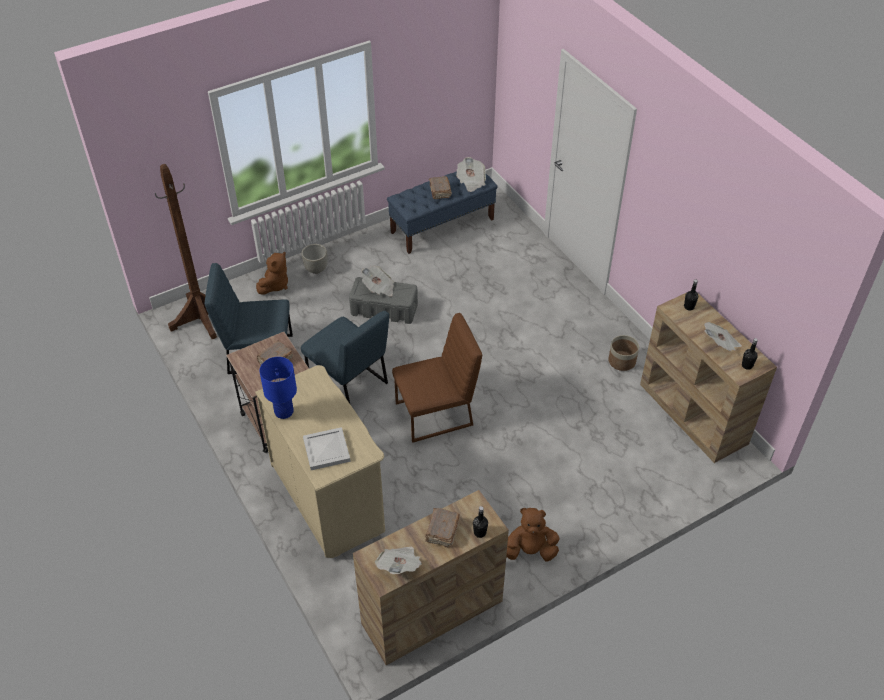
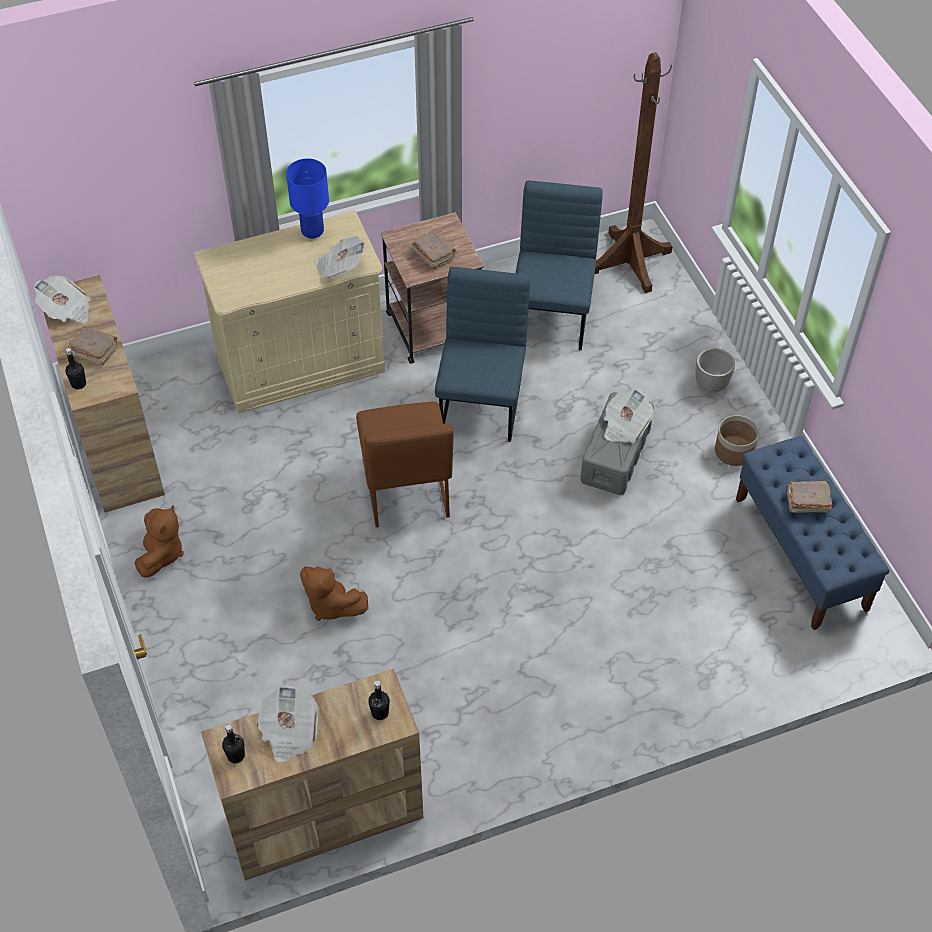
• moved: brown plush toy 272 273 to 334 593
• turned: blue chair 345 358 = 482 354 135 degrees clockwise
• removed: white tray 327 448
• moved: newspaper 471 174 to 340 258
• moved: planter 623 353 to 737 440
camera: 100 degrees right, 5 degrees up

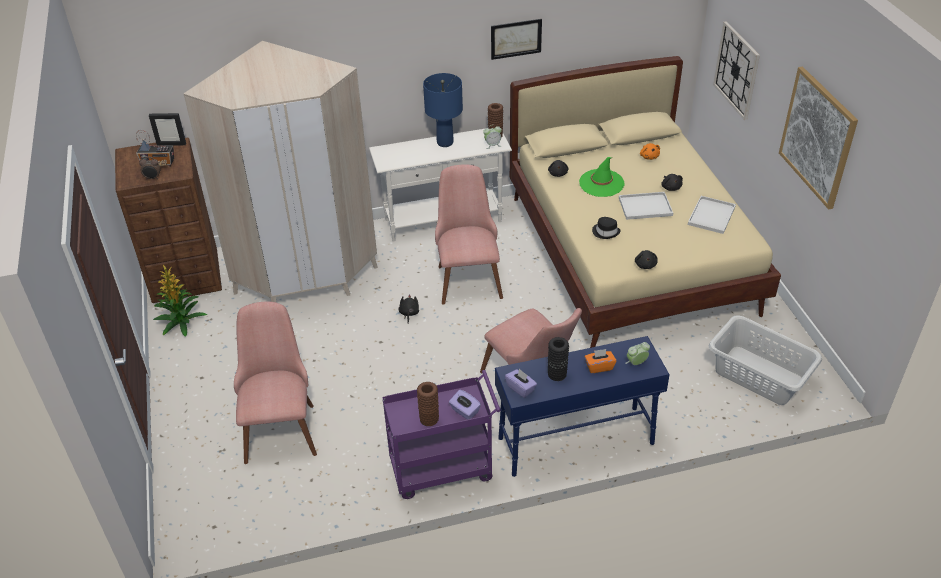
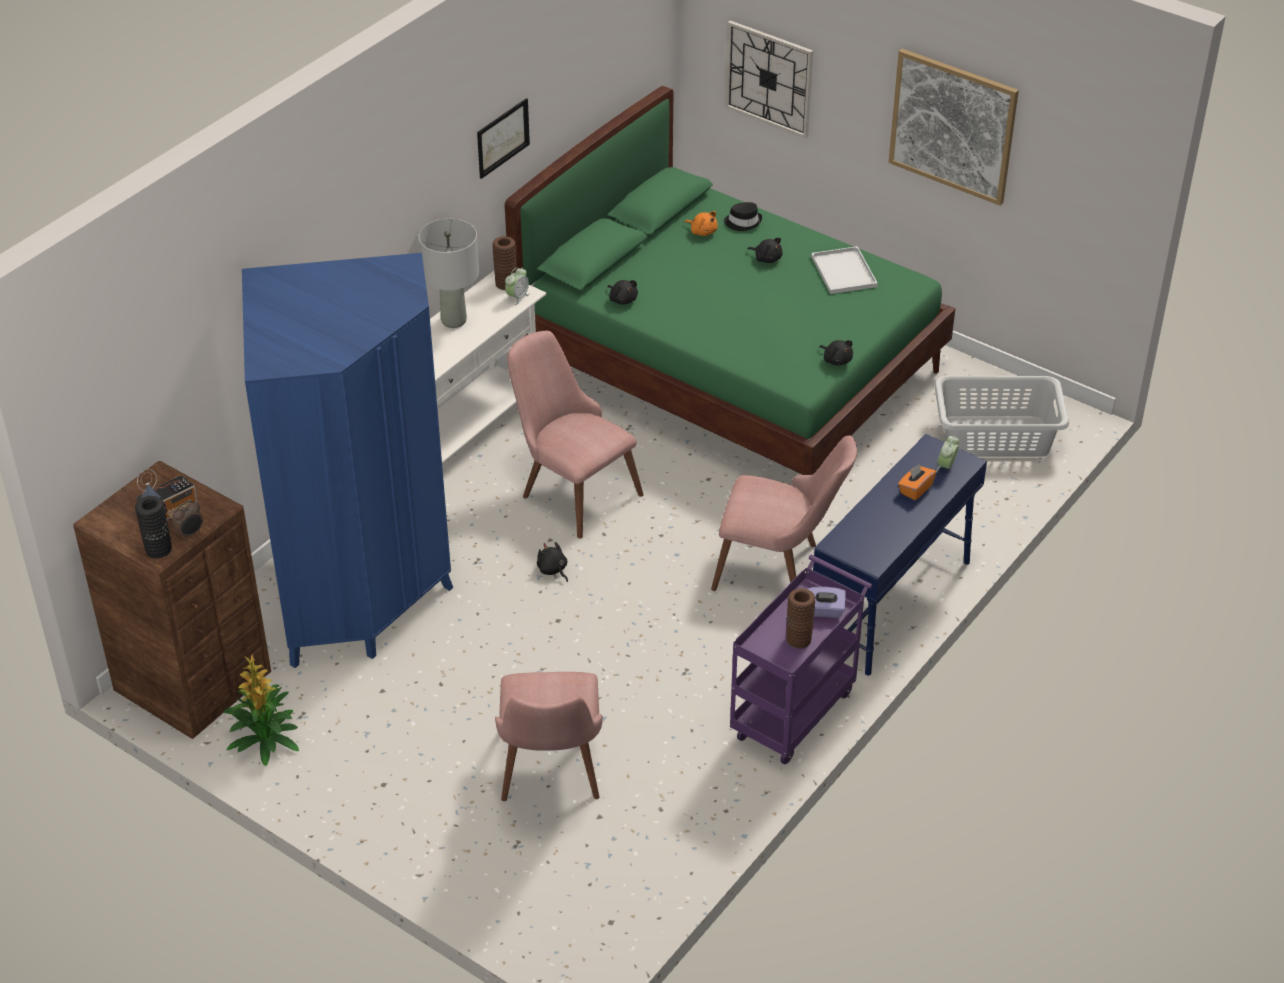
• removed: picture frame 167 129
• recoloured: beige wardrobe 281 171 to blue wardrobe 347 460
• turned: pink chair 275 383 = 549 736 135 degrees counterclockwise
• recoloured: blue table lamp 443 110 to grey table lamp 448 273
• removed: purple tissue box 521 383
• recoloured: beige bed 645 202 to green bed 730 280
• moved: black vase 558 359 to 153 527
• removed: green hat 601 177
• moved: black hat 606 228 to 743 216
• removed: white tray 646 206
camera: 40 degrees left, 0 degrees up

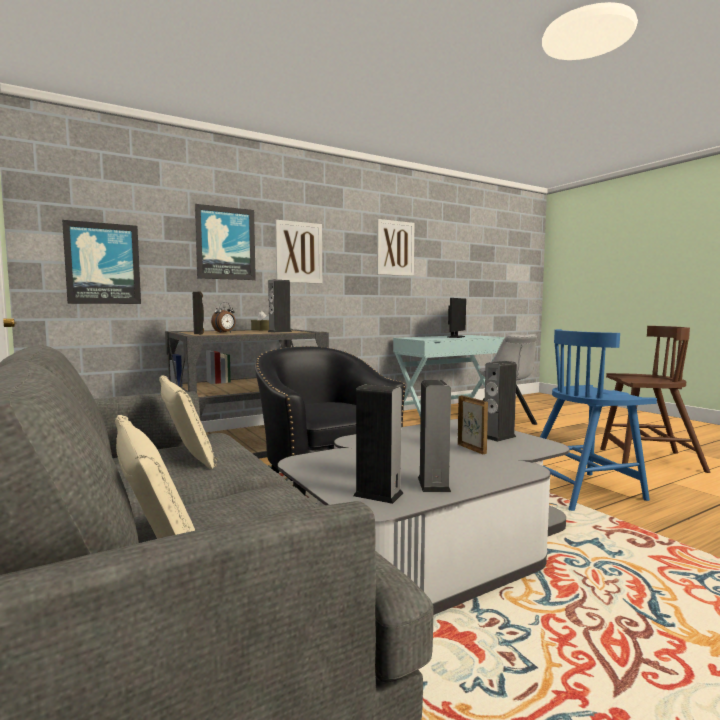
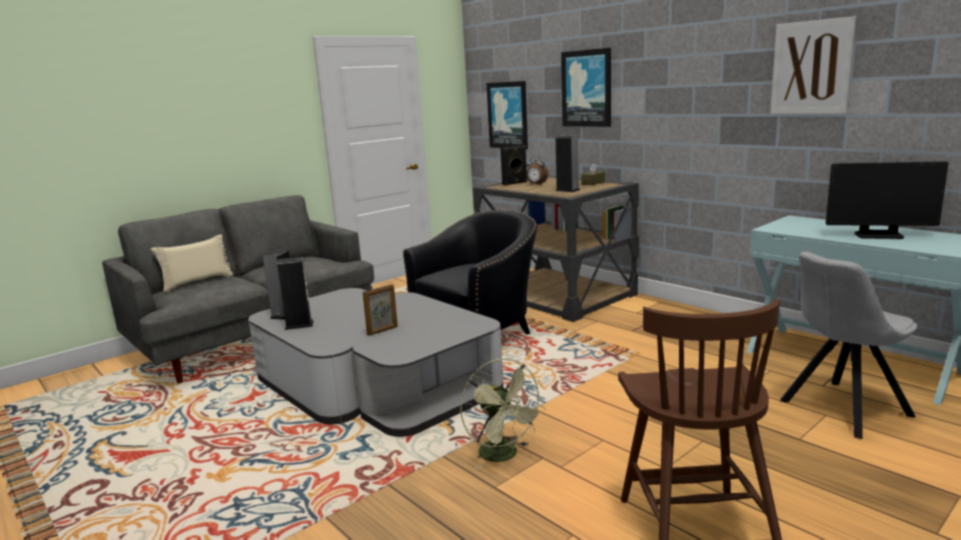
• removed: beige pillow 188 422
• removed: picture 298 251
• removed: speaker 501 401
• replaced: blue chair 598 420 to green fan 503 413
camera: 80 degrees right, 10 degrees up

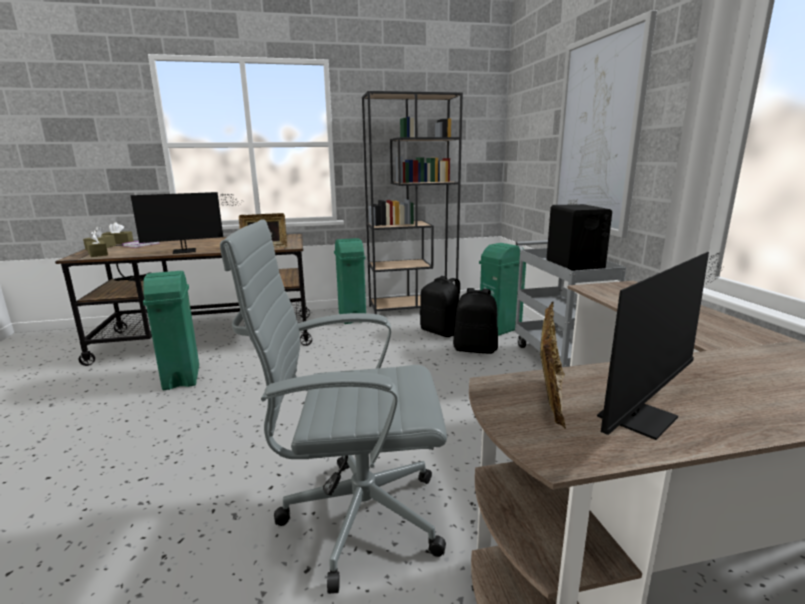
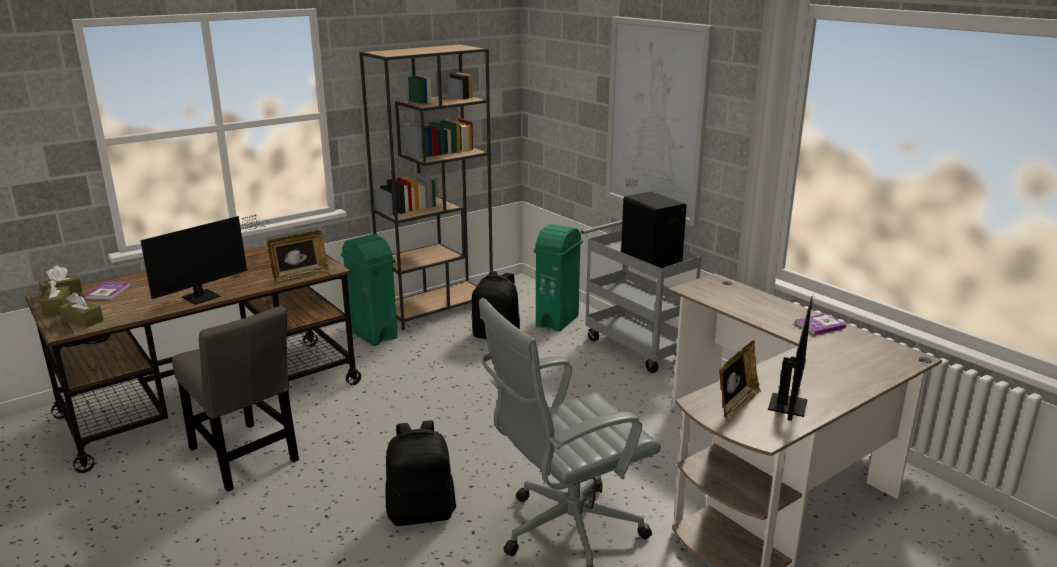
• replaced: green trash can 171 330 to grey chair 235 399
• moved: black backpack 475 321 to 420 473
• turned: picture frame 553 365 = 740 380 45 degrees clockwise
• added: book 820 324
camera: 25 degrees left, 5 degrees up

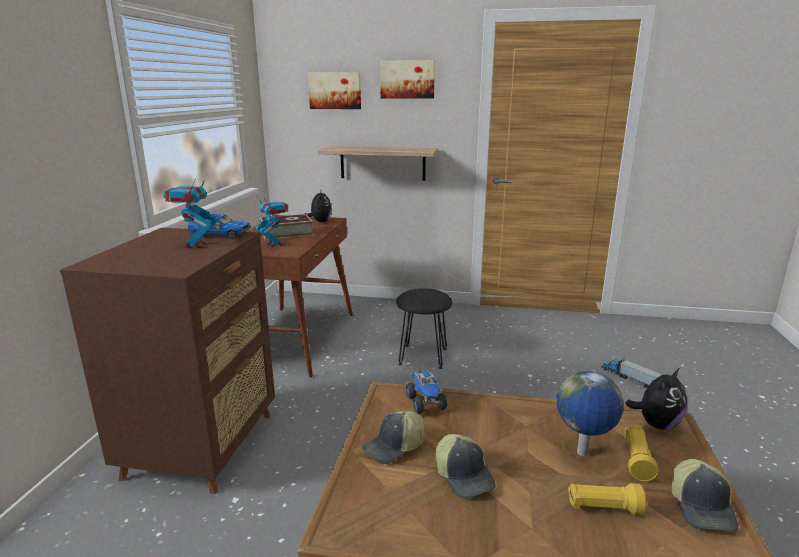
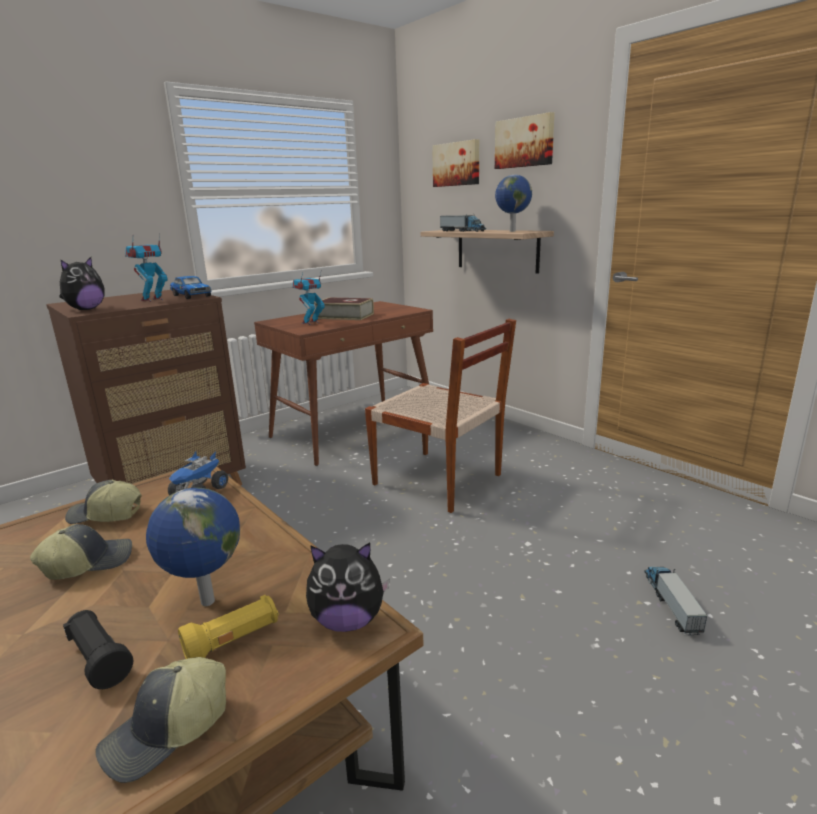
• turned: toy robot 272 221 = 308 297 135 degrees counterclockwise
• moved: plush toy 318 206 to 82 283
• replaced: black stool 424 328 to chair 440 416
• turned: cap 465 466 = 81 552 135 degrees counterclockwise
• recoloured: yellow flashlight 607 499 to black flashlight 98 649
• added: toy truck 463 223
• added: globe 513 203
camera: 40 degrees right, 0 degrees up

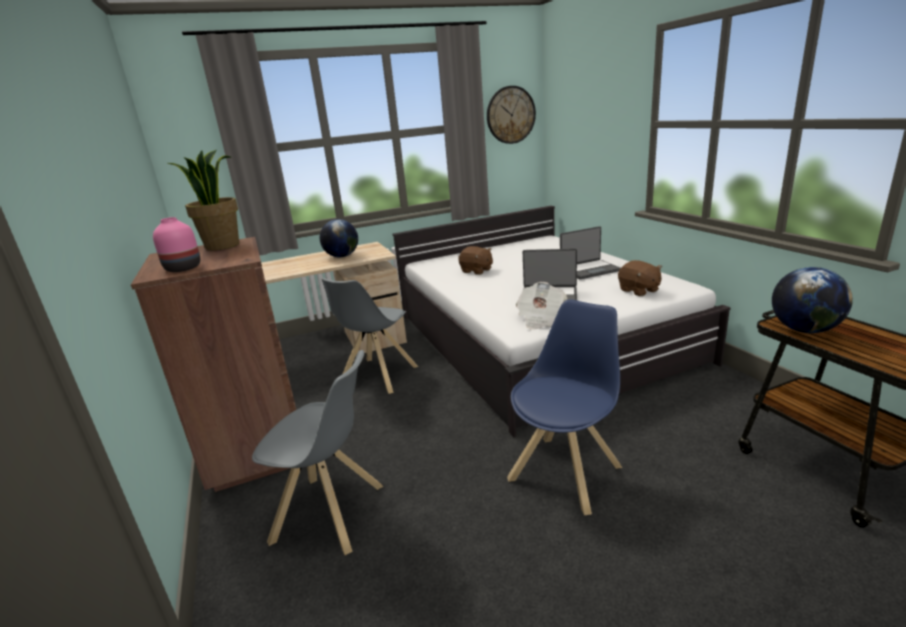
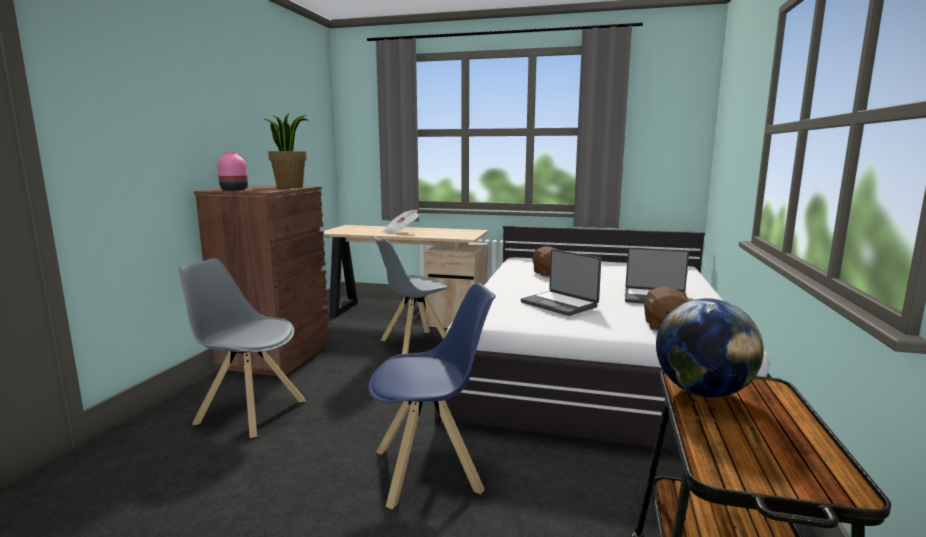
• turned: grey chair 318 452 = 242 348 150 degrees clockwise
• removed: globe 339 238
• removed: wall clock 511 115
• moved: newspaper 541 305 to 400 221
camera: 35 degrees right, 10 degrees down

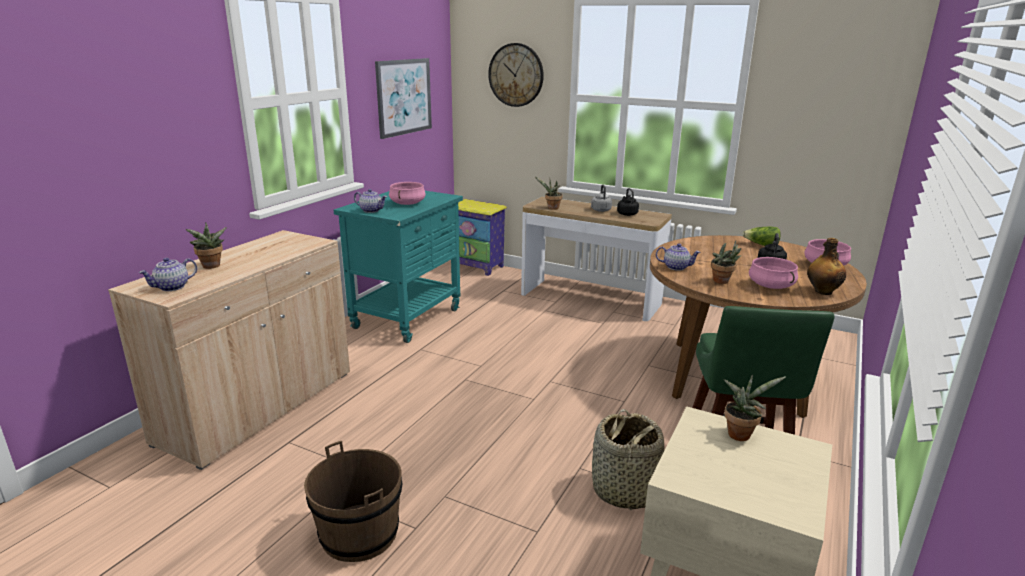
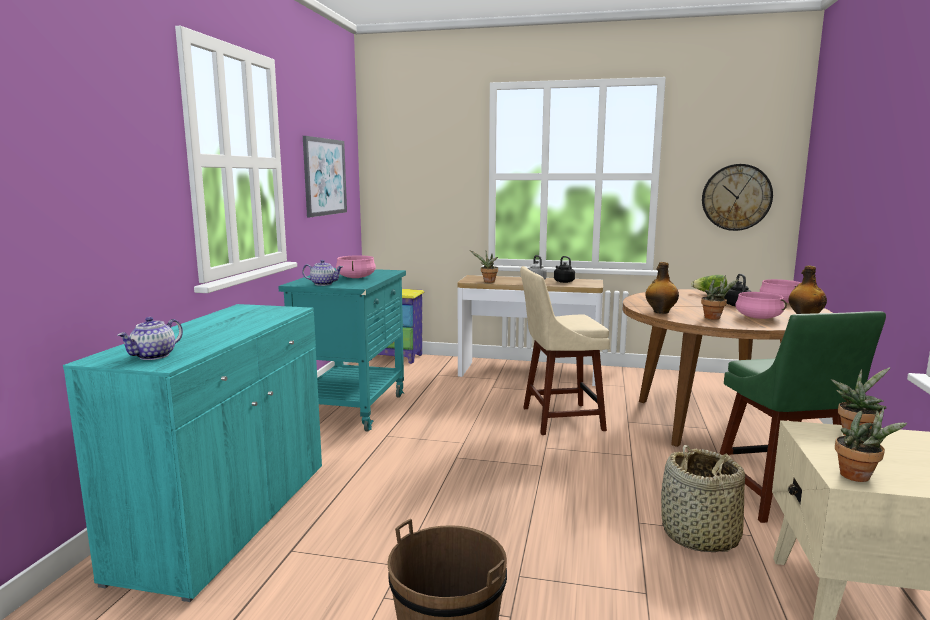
• recoloured: beige cabinet 229 350 to turquoise cabinet 192 453
• moved: potted plant 206 245 to 871 444
• moved: wall clock 516 75 to 737 197
• replaced: teapot 678 257 to bottle 662 288
• added: beige chair 565 350
camera: 15 degrees left, 10 degrees down

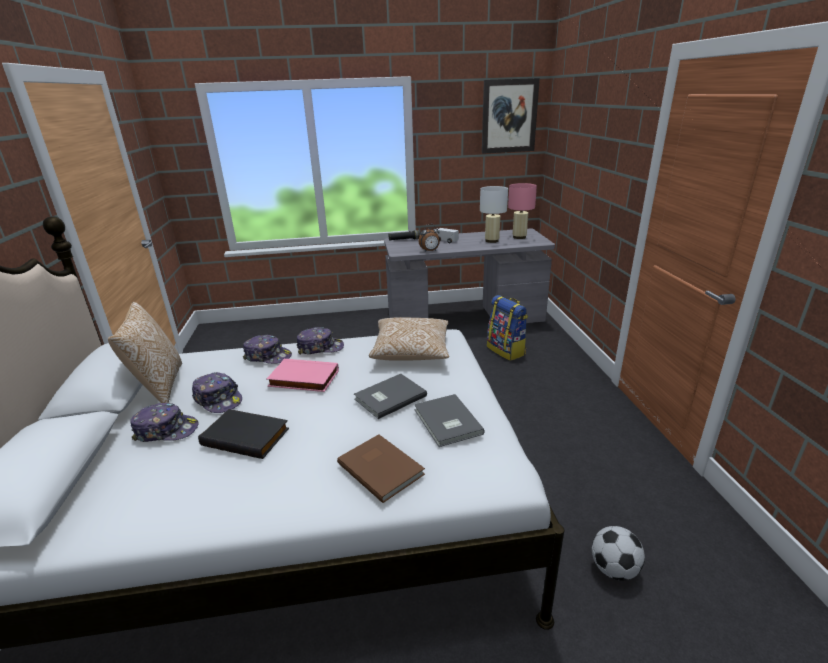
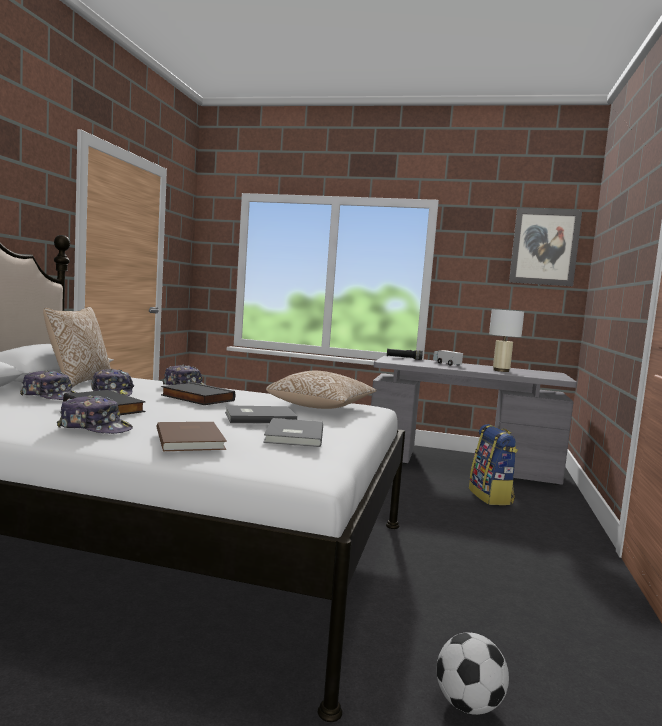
• recoloured: pink book 302 375 to black book 198 393
• moved: cap 320 341 to 95 414
• removed: alarm clock 429 238
• removed: pink table lamp 522 211
camera: 20 degrees right, 20 degrees down

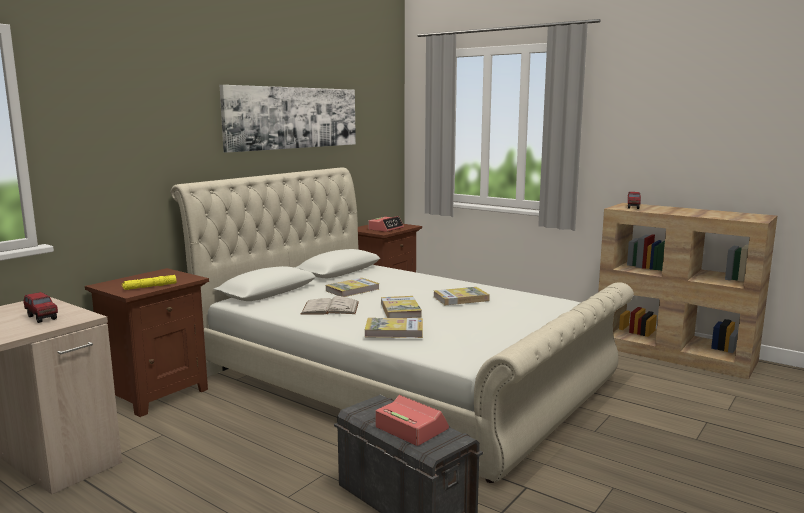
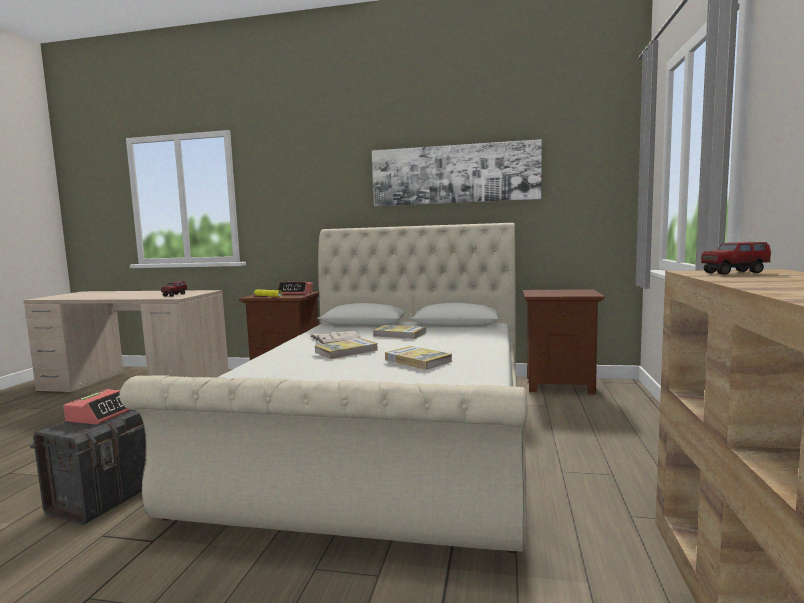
• removed: book 394 328
• moved: alarm clock 386 224 to 295 288
camera: 65 degrees right, 5 degrees down

